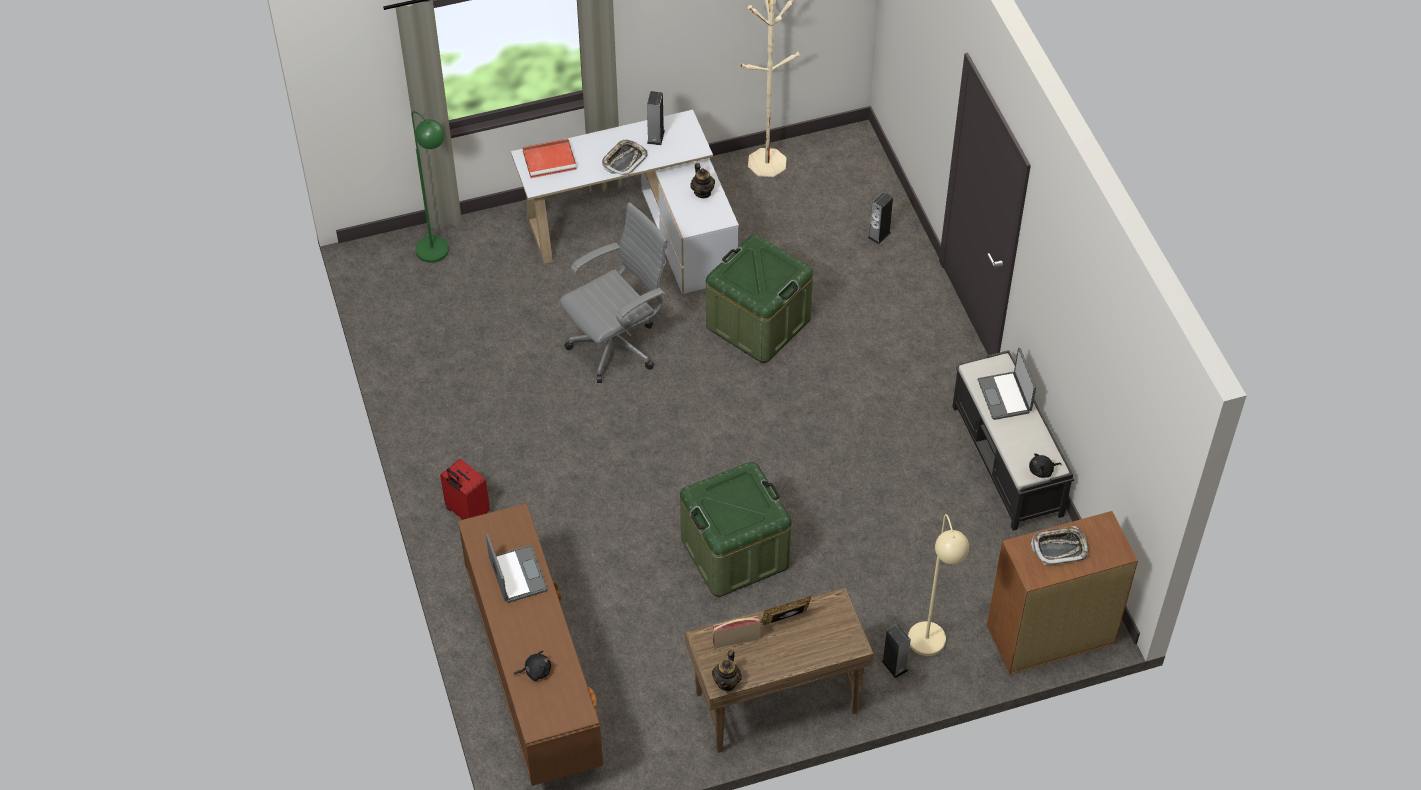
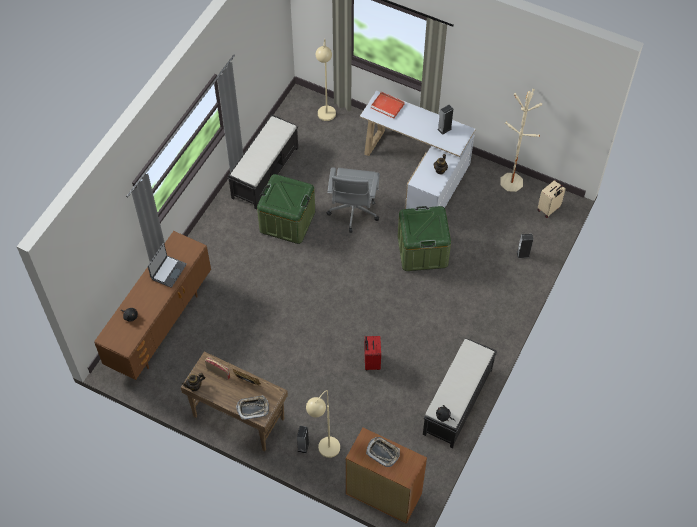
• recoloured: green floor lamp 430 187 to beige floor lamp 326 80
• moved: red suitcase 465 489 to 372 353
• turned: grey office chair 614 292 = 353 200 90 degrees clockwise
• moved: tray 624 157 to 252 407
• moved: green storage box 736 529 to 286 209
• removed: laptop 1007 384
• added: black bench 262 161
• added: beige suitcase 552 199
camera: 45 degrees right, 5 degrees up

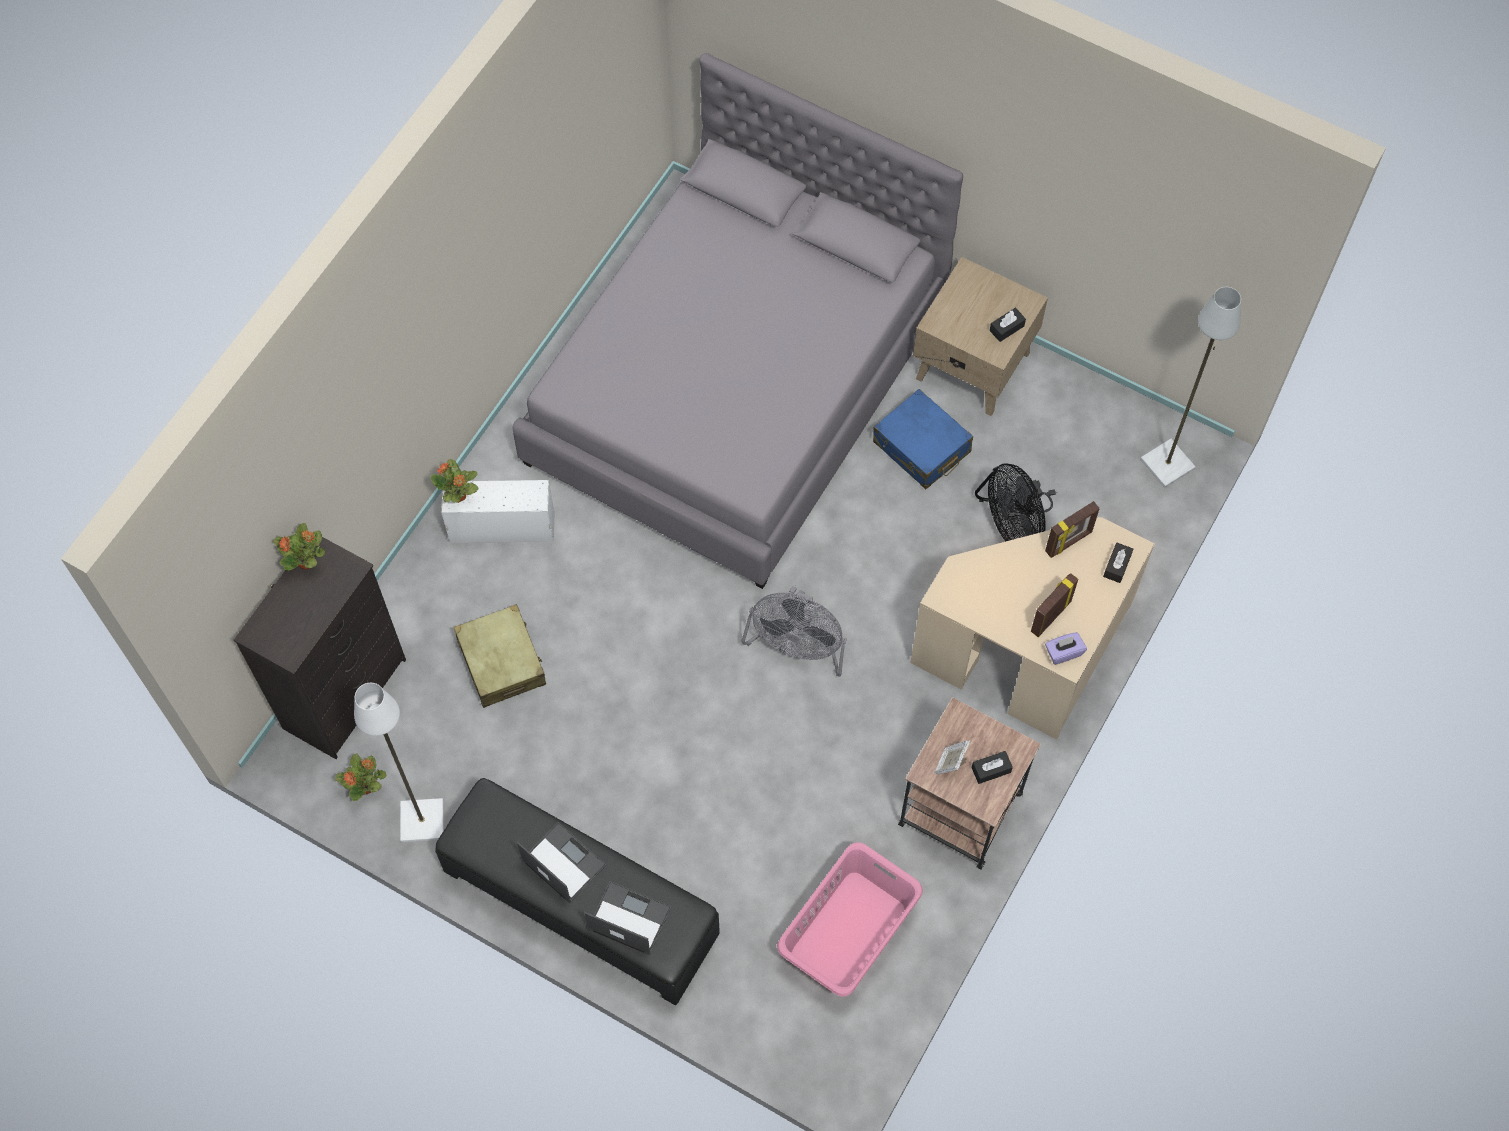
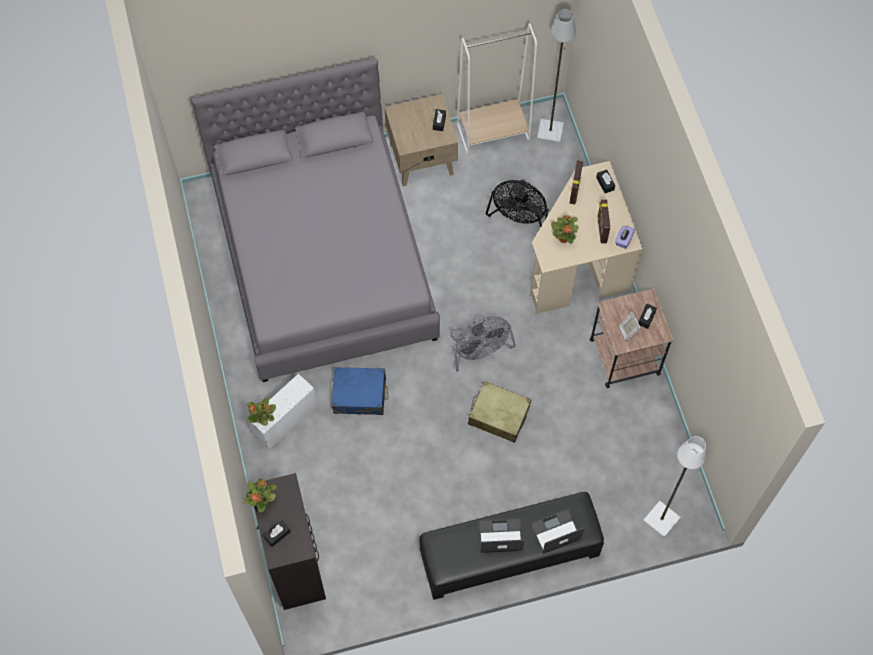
• moved: potted plant 360 777 to 565 229
• moved: white floor lamp 399 762 to 674 486
• moved: beige suitcase 499 656 to 499 412
• removed: pink laundry basket 850 919
• moved: blue suitcase 923 439 to 360 391
• added: black tissue box 277 533
• added: clothes rack 497 89
camera: 45 degrees left, 0 degrees up

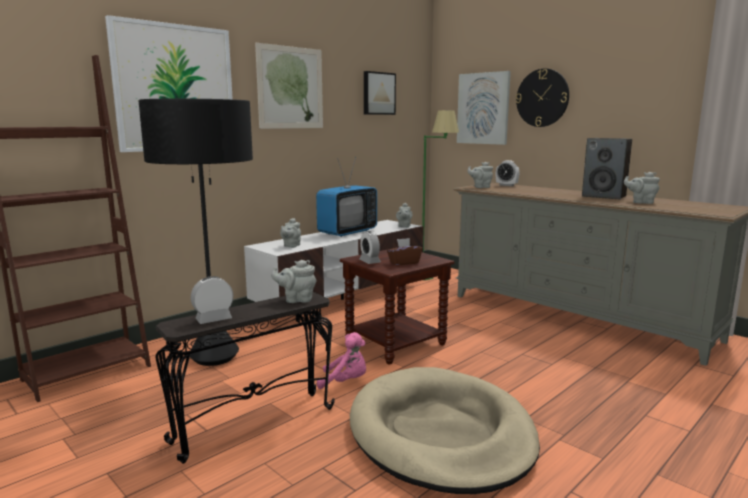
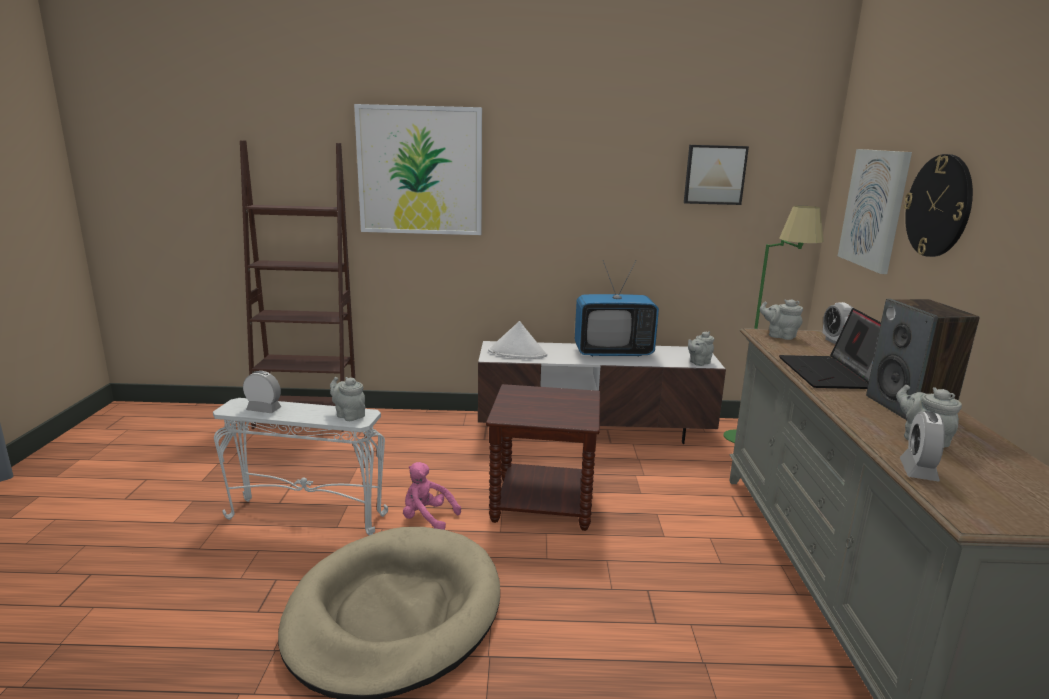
• removed: black floor lamp 195 232
• recoloured: black side table 245 378 to white side table 300 466
• removed: picture 289 86
• replaced: grey teapot 290 233 to white hat 517 340
• turned: pink plush toy 341 360 = 432 496 150 degrees clockwise
• moved: alarm clock 370 247 to 922 446
• removed: brown tissue box 404 252
• added: laptop 830 348
camera: 45 degrees right, 5 degrees up

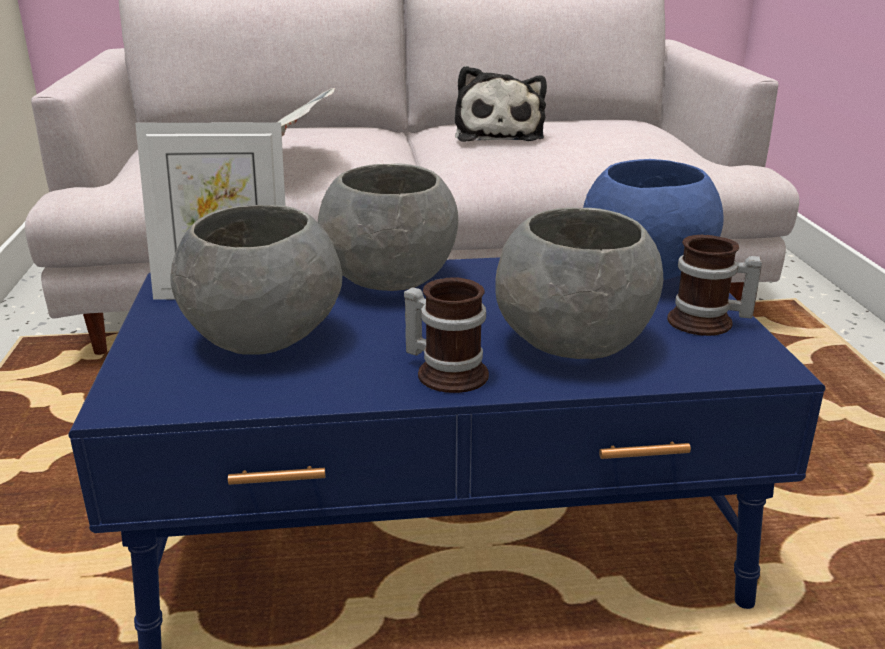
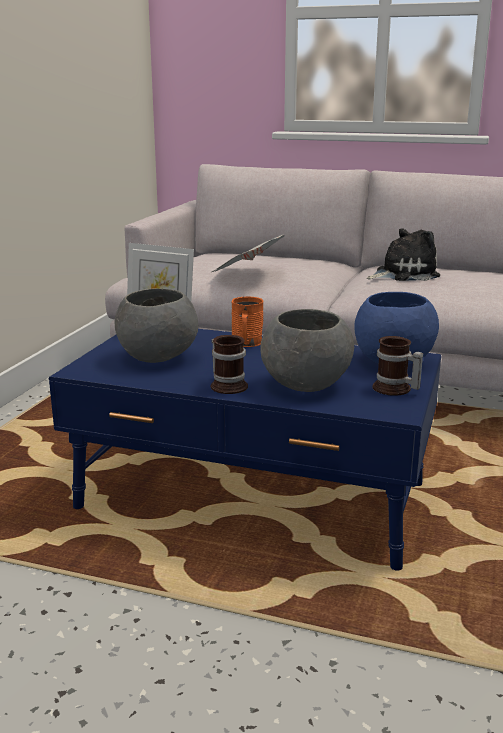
• replaced: grey bowl 388 227 to orange mug 247 322
• turned: plush toy 501 104 = 403 254 135 degrees counterclockwise
camera: 25 degrees right, 5 degrees down

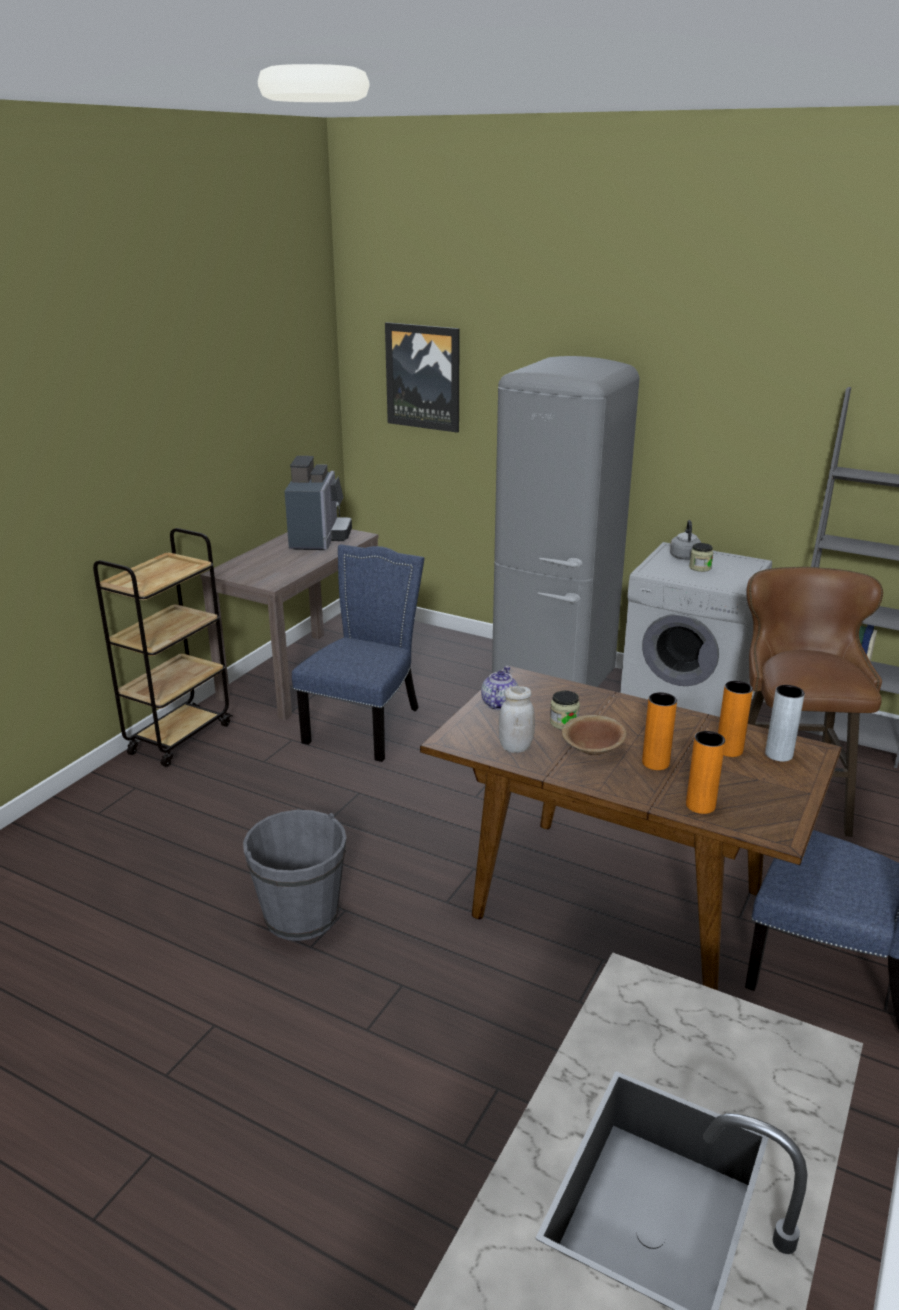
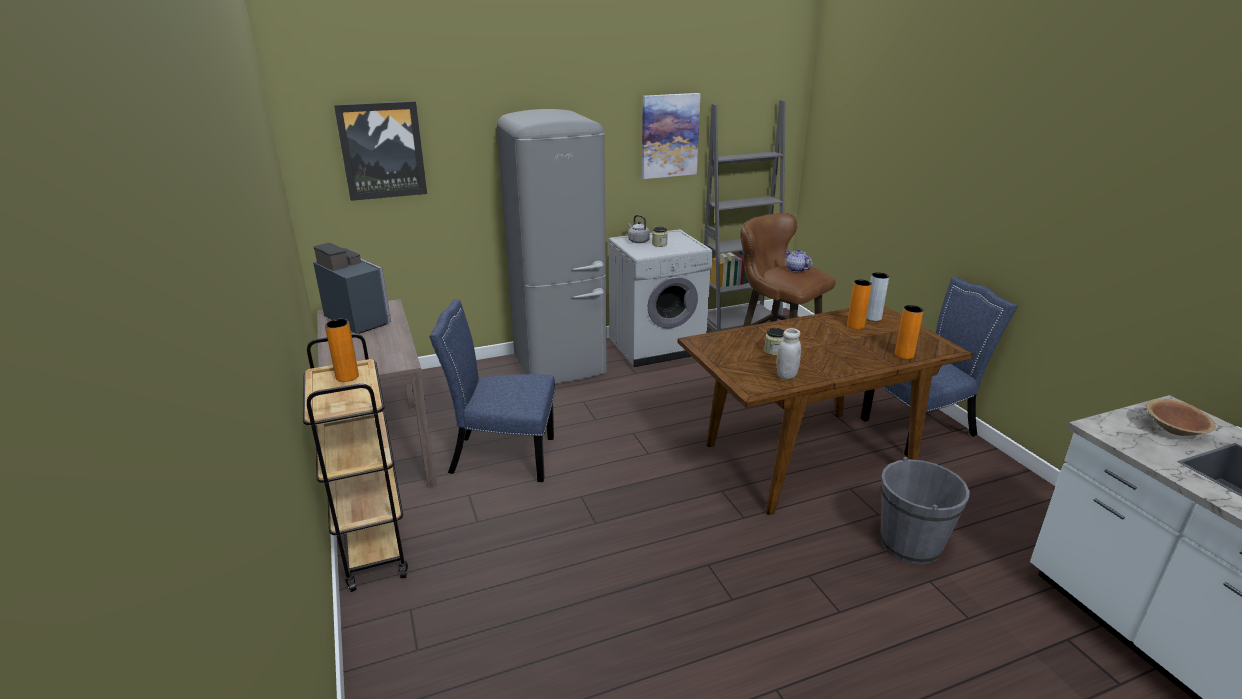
• moved: grey bucket 295 875 to 925 511
• turned: blue chair 358 653 = 492 390 60 degrees counterclockwise
• moved: teapot 499 688 to 798 260
• moved: brown bowl 594 735 to 1181 417
• moved: orange vase 659 731 to 342 350
• added: picture 671 136
camera: 50 degrees left, 0 degrees up

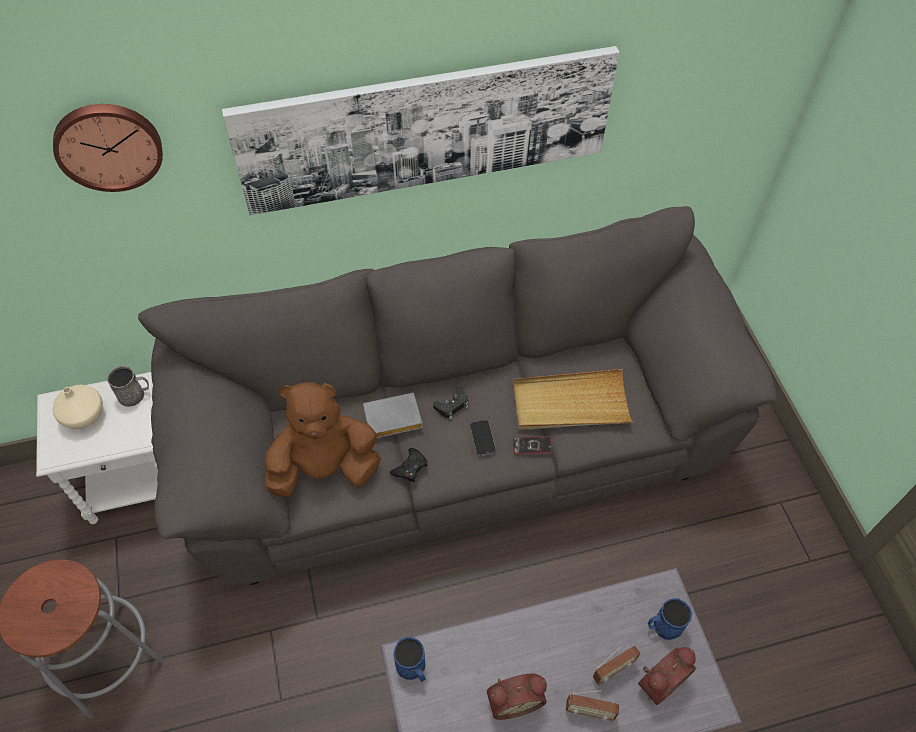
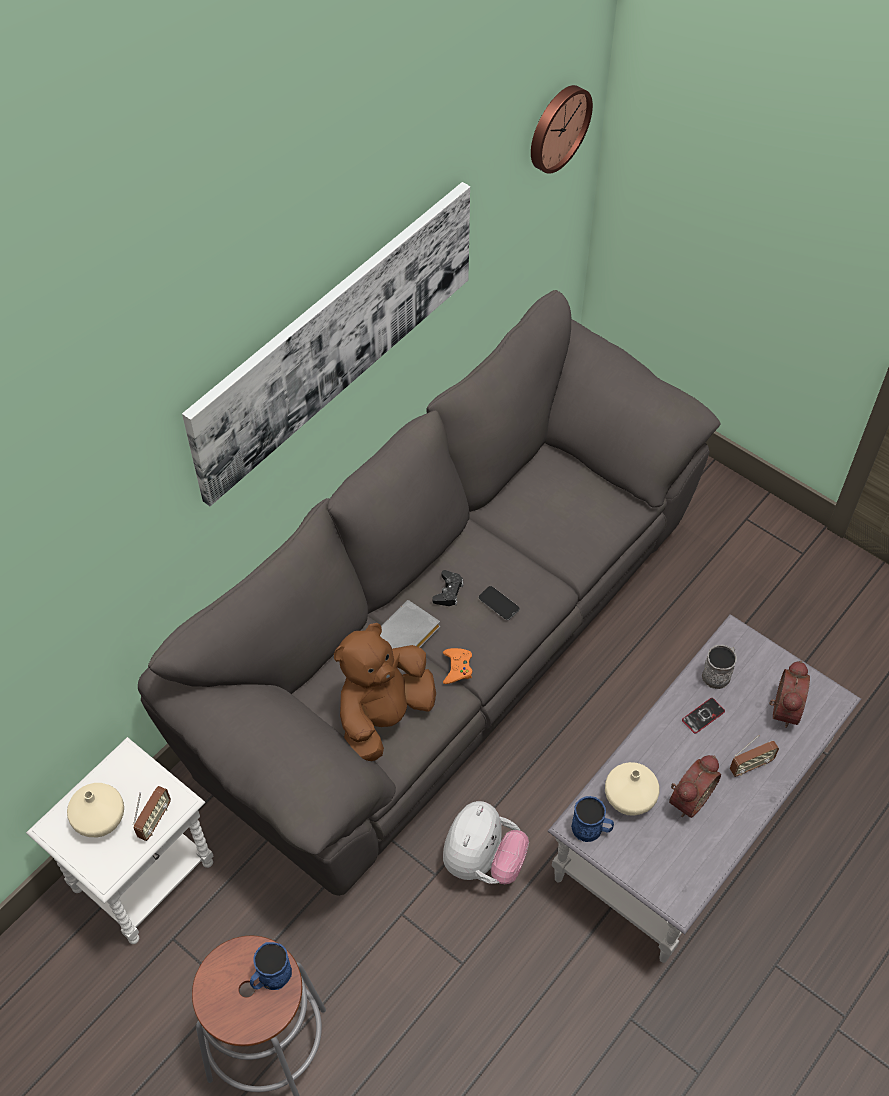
• moved: wall clock 108 148 to 562 129
• moved: grey mug 128 386 to 719 666
• recoloured: black game controller 409 465 to orange game controller 457 666
• removed: beige tray 573 399
• moved: phone 532 445 to 703 716
• moved: radio 617 665 to 152 813
• moved: blue mug 670 619 to 271 966
• added: plush toy 486 842
• added: beige vase 632 789
camera: 35 degrees left, 0 degrees up

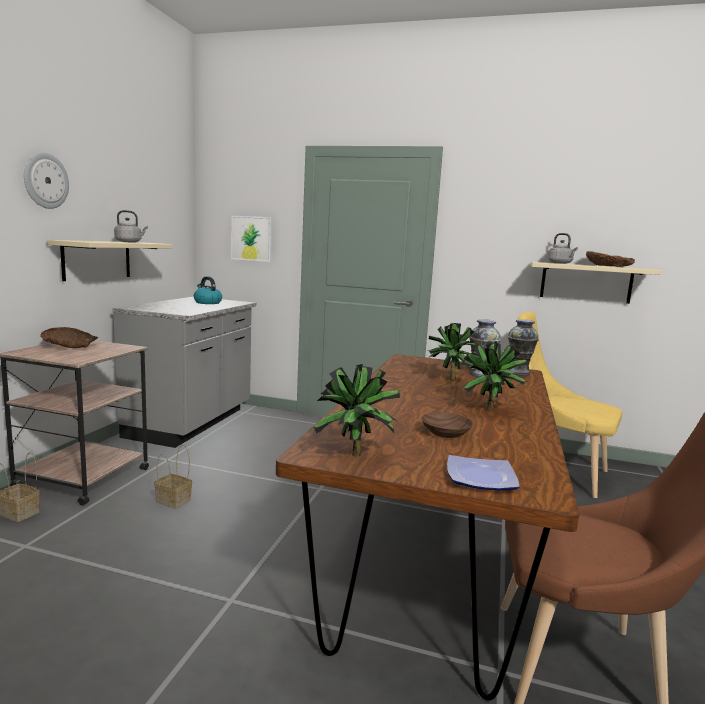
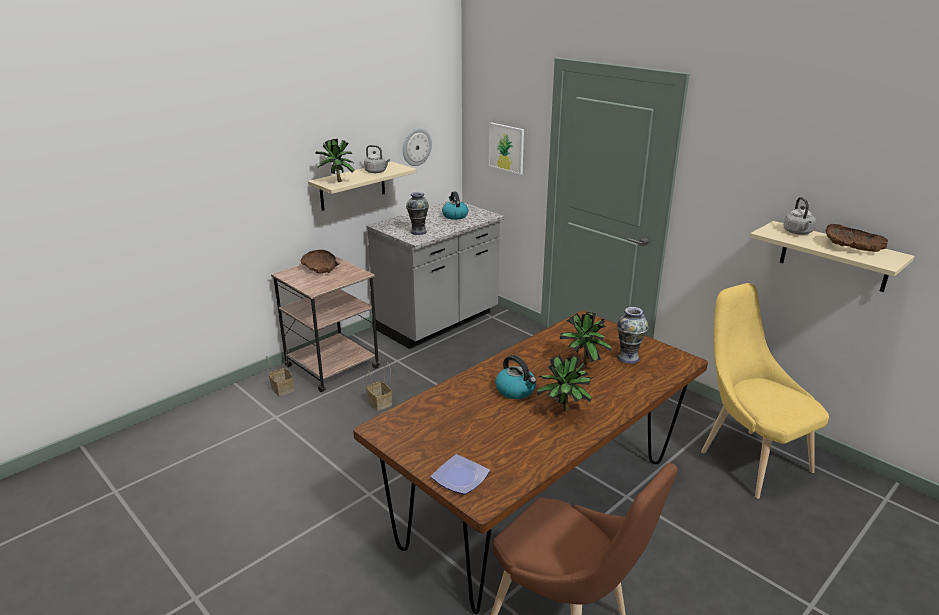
• moved: wall clock 46 180 to 417 147
• moved: potted plant 356 410 to 335 160
• removed: brown bowl 447 425
• moved: vase 523 347 to 417 213
• added: kettle 516 377
camera: 30 degrees right, 15 degrees up

